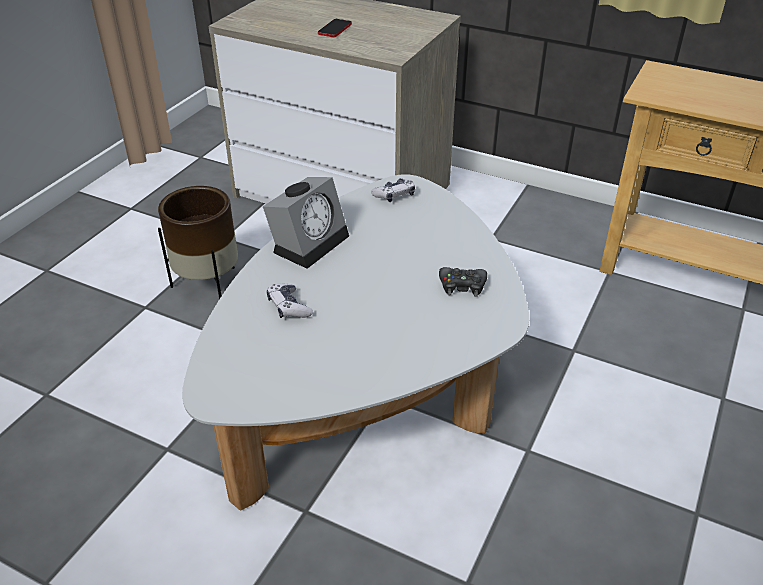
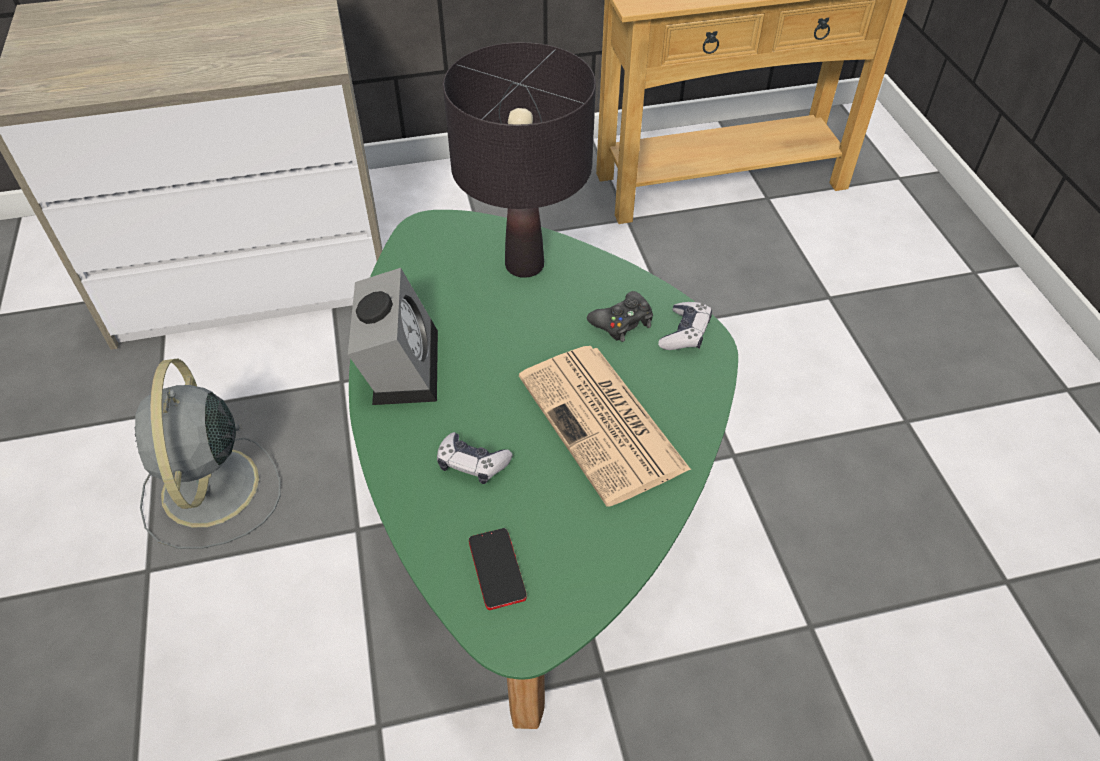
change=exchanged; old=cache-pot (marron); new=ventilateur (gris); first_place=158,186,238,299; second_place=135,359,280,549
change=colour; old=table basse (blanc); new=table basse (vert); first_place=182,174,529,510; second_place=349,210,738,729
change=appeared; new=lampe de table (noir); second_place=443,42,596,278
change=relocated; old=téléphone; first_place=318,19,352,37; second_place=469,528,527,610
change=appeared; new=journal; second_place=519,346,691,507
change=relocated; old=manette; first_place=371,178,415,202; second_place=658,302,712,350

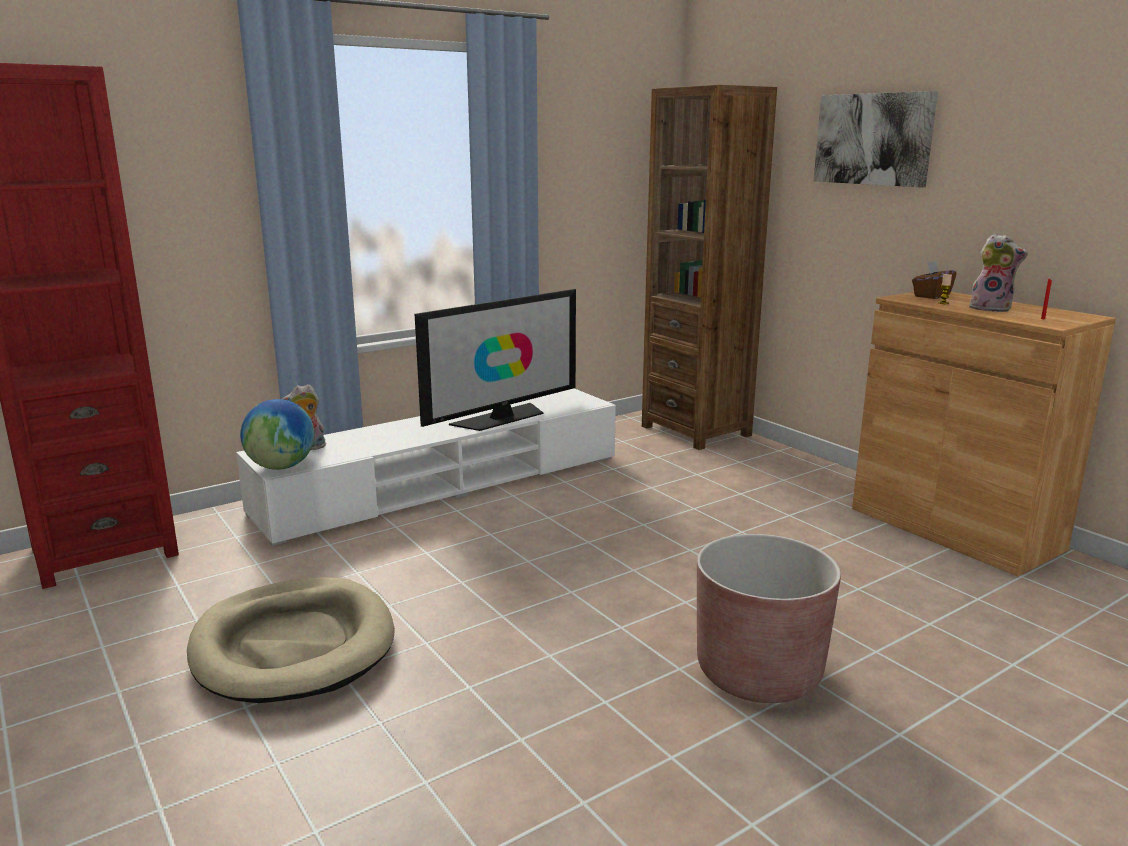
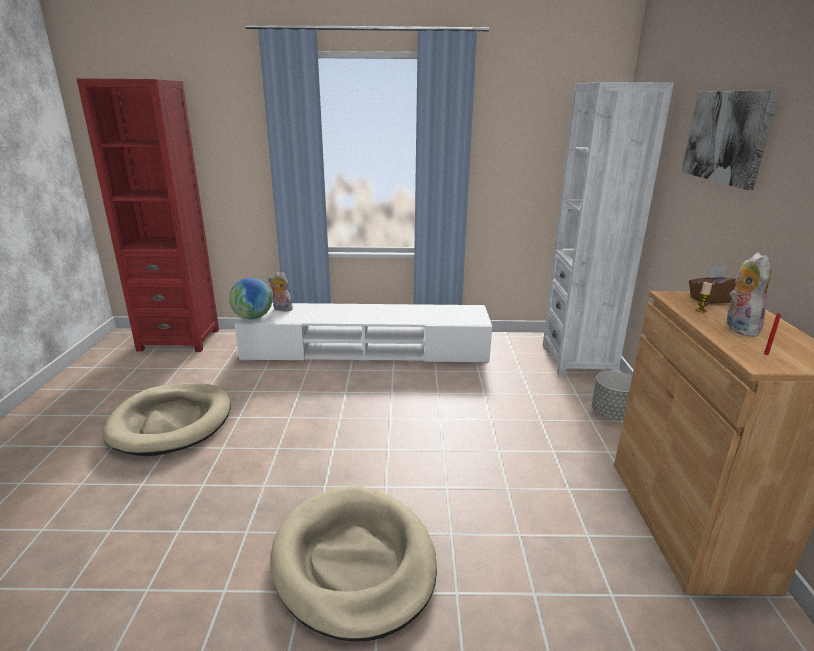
change=exchanged; old=cache-pot (marron); new=panier pour chien (beige); first_place=697,534,841,703; second_place=270,486,437,642
change=colour; old=bibliothèque (marron); new=bibliothèque (blanc); first_place=642,85,777,450; second_place=543,82,674,376
change=appeared; new=cache-pot (gris); second_place=592,371,632,420
change=spun; old=peluche; first_place=969,233,1028,312; second_place=726,252,771,337; degrees=-150
change=missing; old=téléviseur; first_place=415,289,576,431

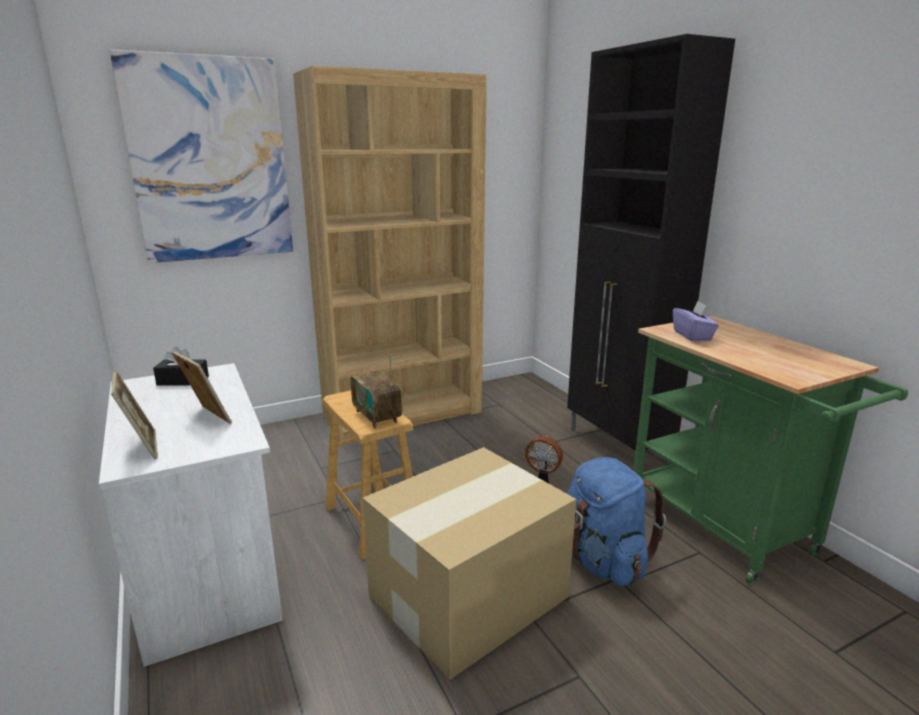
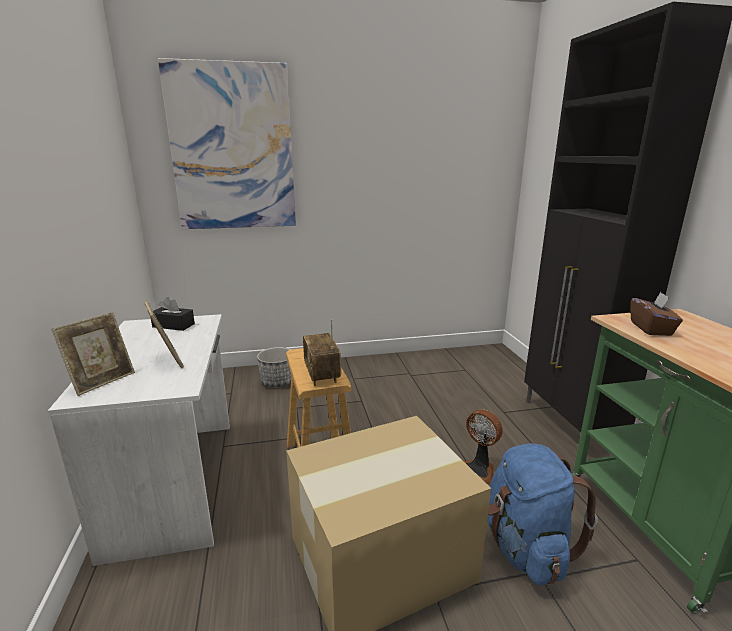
change=spun; old=cadre photo; first_place=111,370,158,459; second_place=51,312,135,396; degrees=45
change=appeared; new=cache-pot; second_place=257,347,291,387
change=colour; old=boîte à mouchoirs (violet); new=boîte à mouchoirs (marron); first_place=673,301,719,341; second_place=630,292,683,336
change=missing; old=bibliothèque (marron); first_place=293,66,486,441

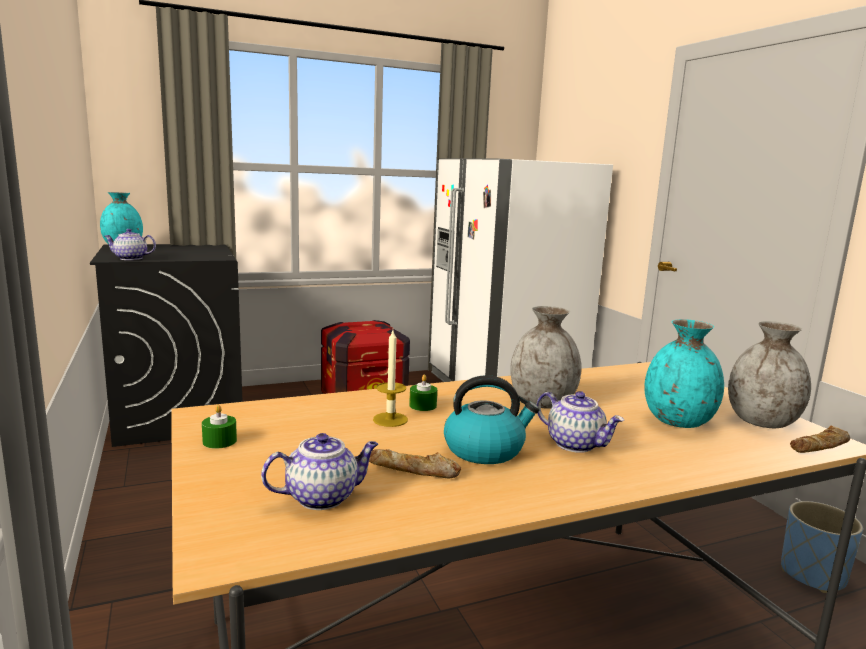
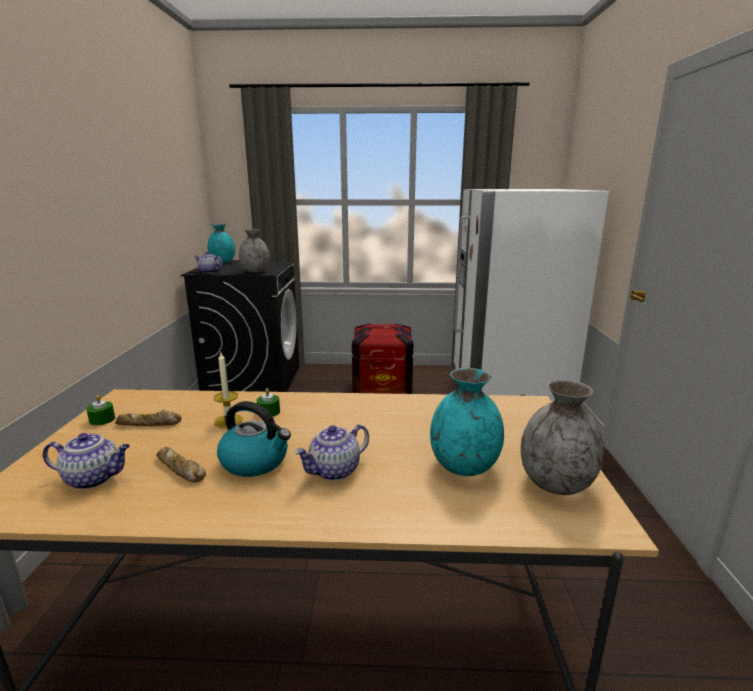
change=relocated; old=pain; first_place=790,425,850,453; second_place=115,410,181,426
change=relocated; old=vase (gris); first_place=510,306,581,409; second_place=239,229,270,273
change=spun; old=théière; first_place=537,391,624,453; second_place=294,424,369,481; degrees=75
change=missing; old=cache-pot (bleu); first_place=781,501,863,593

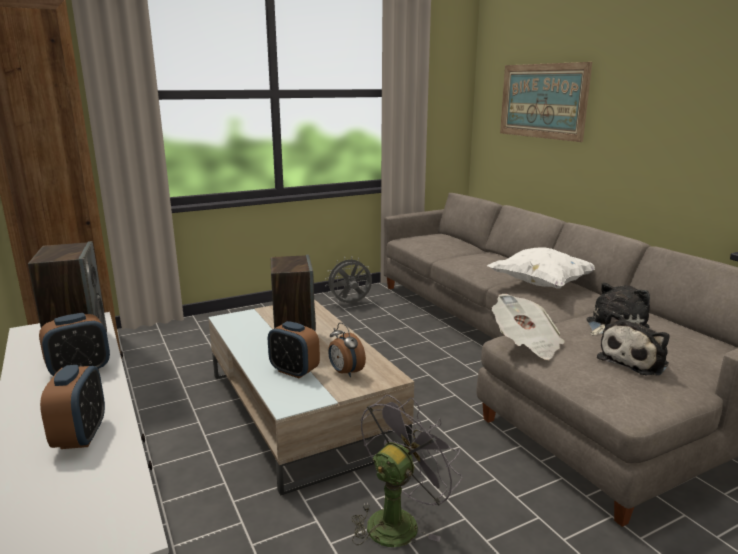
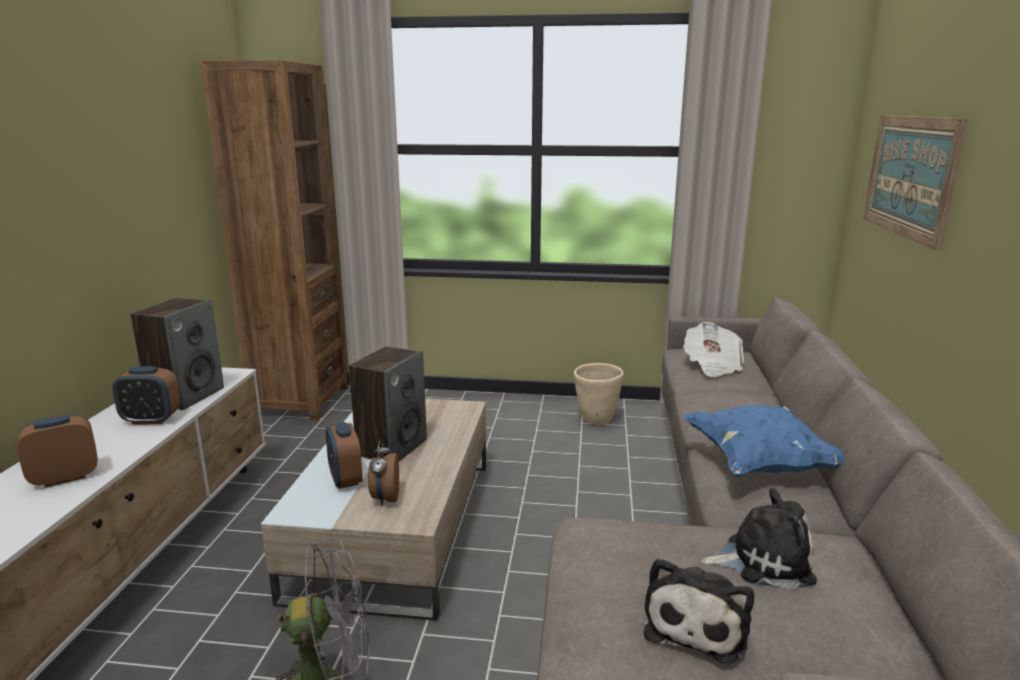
change=spun; old=réveil; first_place=40,365,105,449; second_place=17,415,98,488; degrees=-150
change=exchanged; old=ventilateur (gris); new=cache-pot (beige); first_place=325,256,372,303; second_place=574,363,624,424
change=spun; old=peluche; first_place=597,311,670,376; second_place=644,558,754,663; degrees=-60
change=relocated; old=journal; first_place=492,294,565,360; second_place=683,322,744,377
change=colour; old=coussin (blanc); new=coussin (bleu); first_place=487,247,595,289; second_place=683,405,844,477

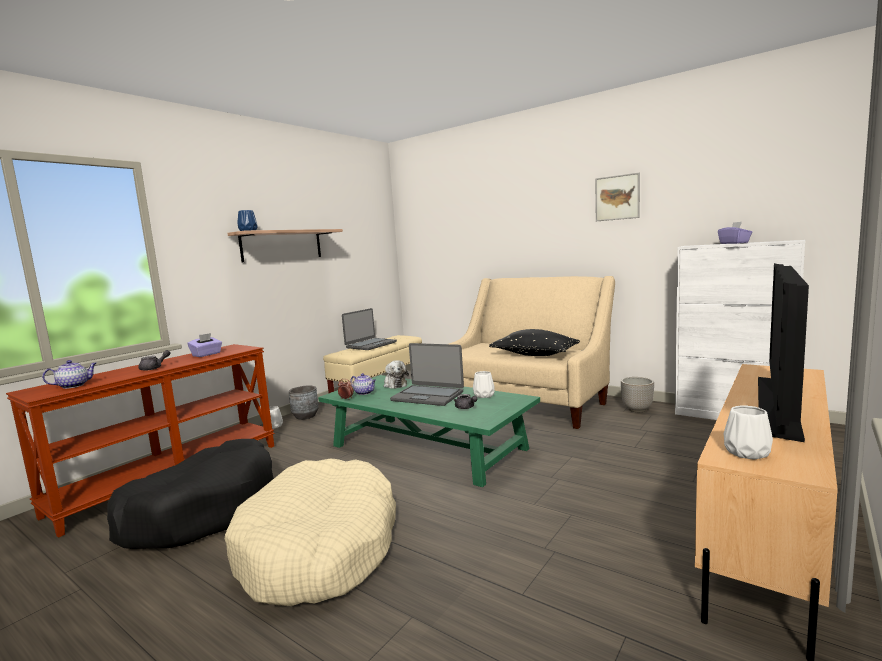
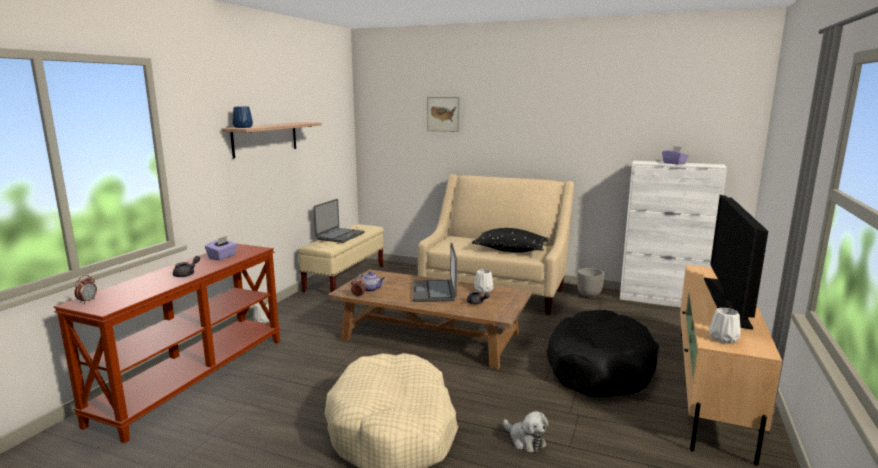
change=appeared; new=réveil; second_place=74,275,97,304
change=colour; old=table basse (vert); new=table basse (marron); first_place=318,375,540,487; second_place=328,269,532,369
change=spun; old=ordinateur portable; first_place=390,343,464,406; second_place=412,243,457,302; degrees=75
change=relocated; old=tableau; first_place=595,173,640,221; second_place=427,97,459,132
change=relocated; old=peluche; first_place=384,360,409,389; second_place=503,411,549,452
change=relocated; old=panier pour chien (noir); first_place=107,439,274,549; second_place=546,310,659,397
change=missing; old=théière; first_place=42,360,96,389
change=missing; old=cache-pot (gris); first_place=289,385,319,420

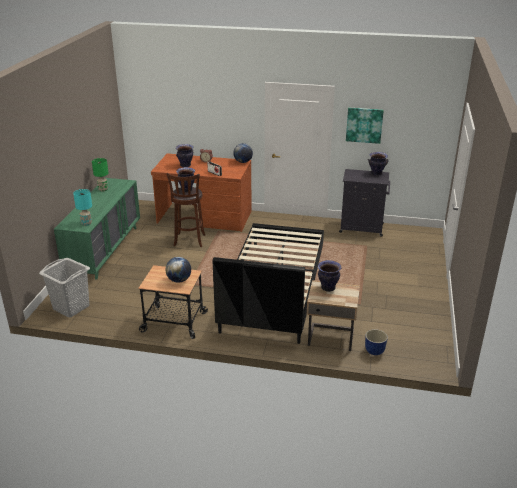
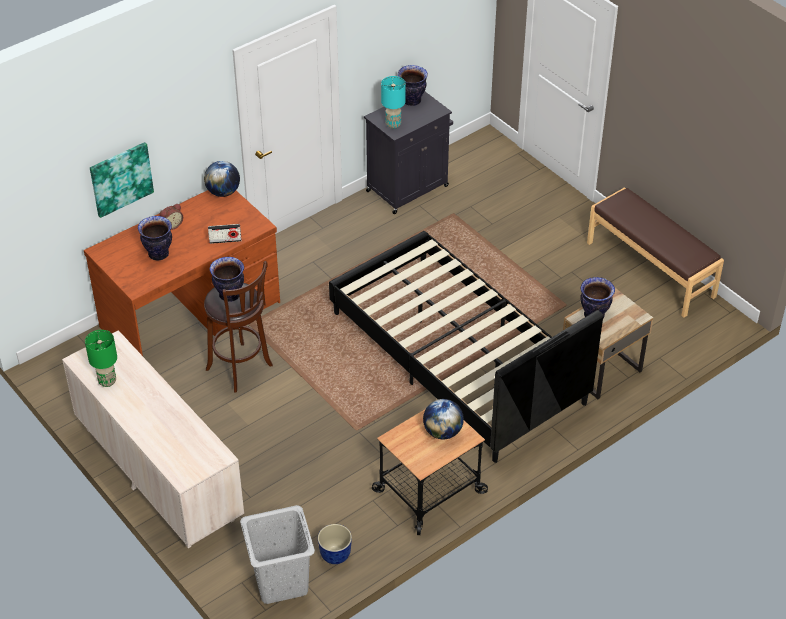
change=colour; old=commode (vert); new=commode (beige); first_place=54,178,140,280; second_place=62,330,244,549
change=relocated; old=tableau; first_place=346,108,384,144; second_place=90,142,154,218
change=relocated; old=cache-pot; first_place=365,329,388,355; second_place=318,524,352,564
change=relocated; old=lampe de table (turquoise); first_place=73,189,92,226; second_place=381,76,406,129
change=appeared; new=banc (marron); second_place=587,187,724,318

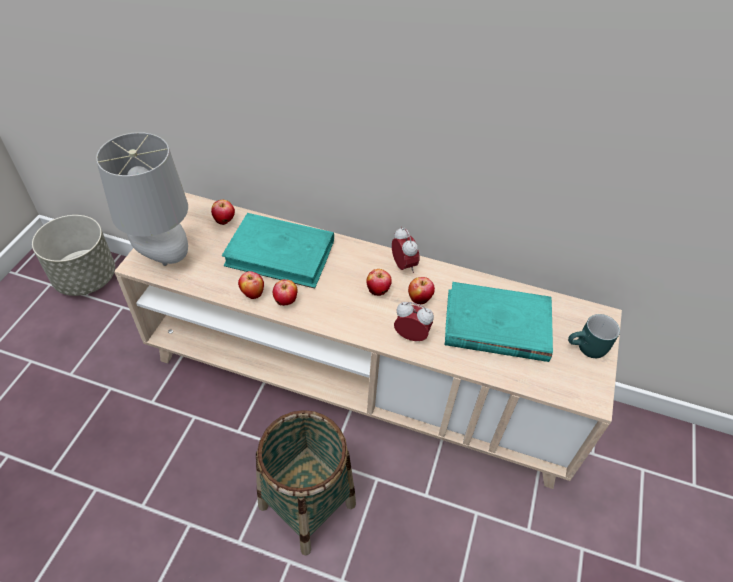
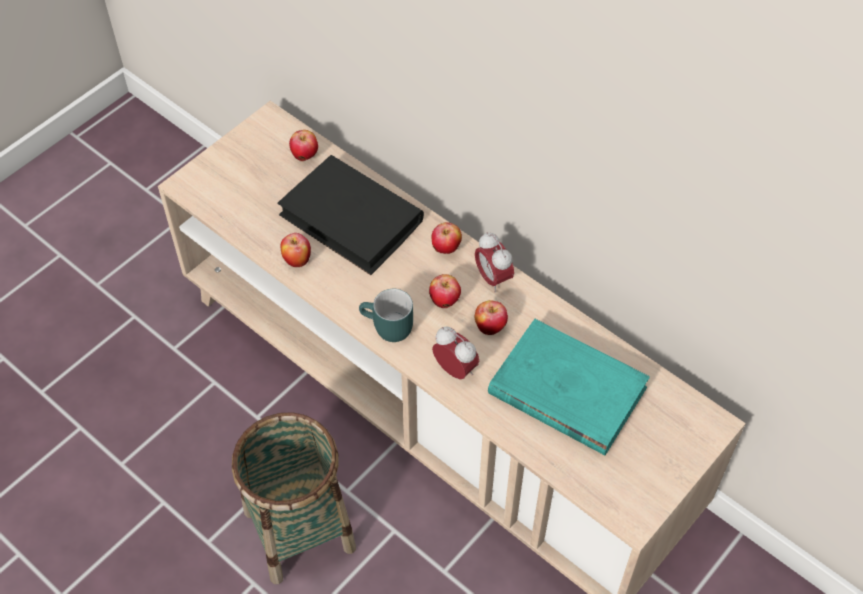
change=colour; old=livre (turquoise); new=livre (noir); first_place=222,213,334,289; second_place=277,155,424,275
change=relocated; old=mug (turquoise); first_place=568,314,620,358; second_place=359,289,413,342
change=relocated; old=pomme; first_place=273,279,298,306; second_place=432,222,462,254
change=spun; old=réveil; first_place=392,227,419,273; second_place=475,232,514,293; degrees=150
change=missing; old=cache-pot (gris); first_place=32,215,115,296
change=missing; old=lampe de table (gris); first_place=96,132,188,266

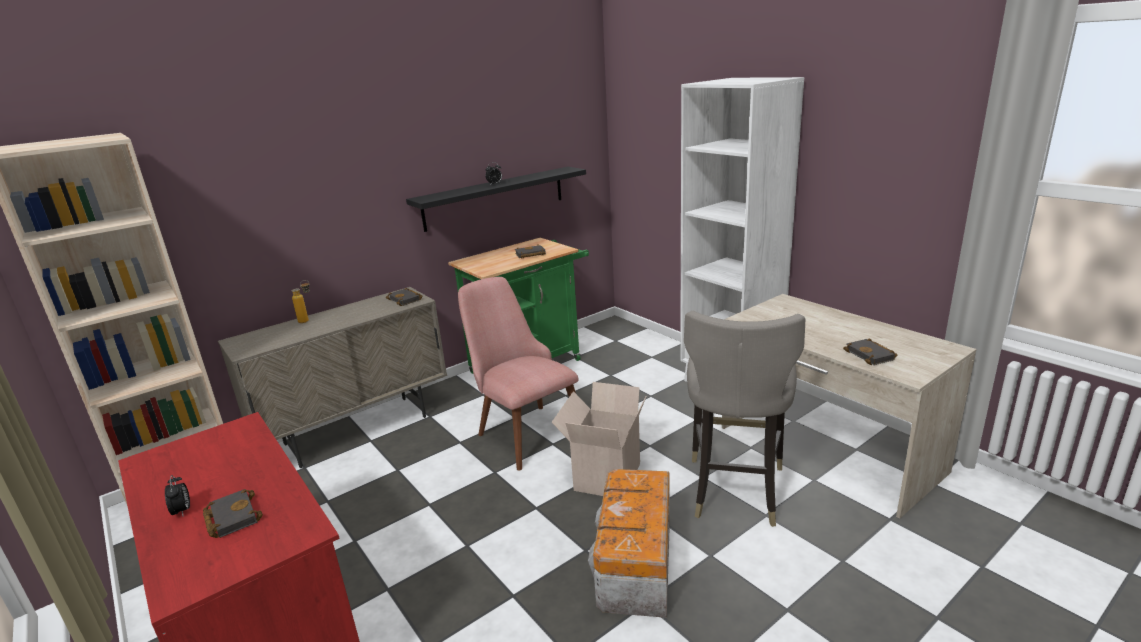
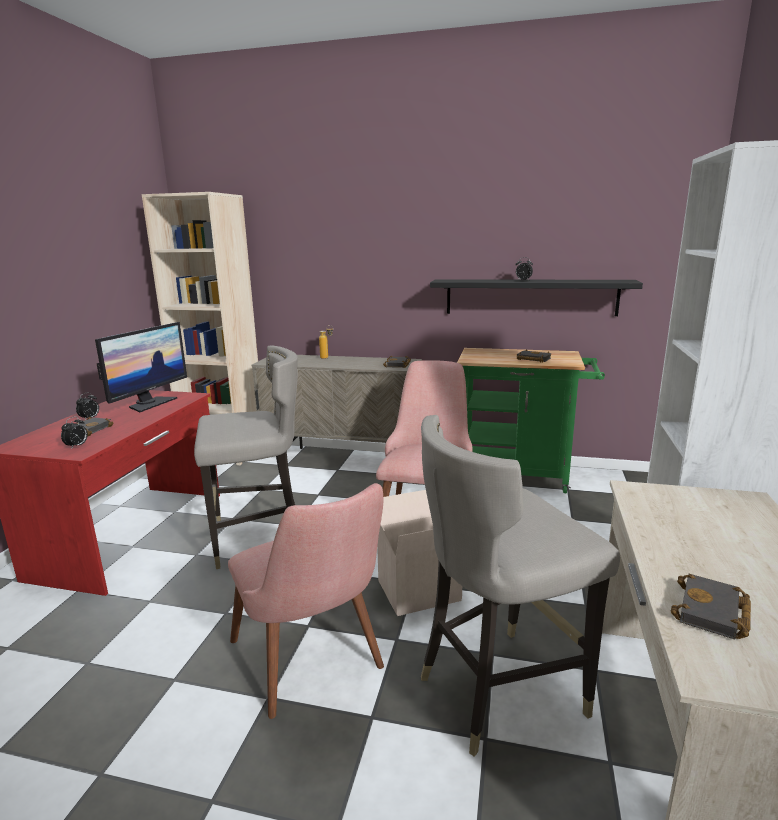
change=appeared; new=réveil; second_place=61,416,88,448
change=appeared; new=écran d'ordinateur; second_place=95,322,187,412
change=appeared; new=tabouret (gris); second_place=194,345,298,569
change=exchanged; old=boîte de rangement; new=chaise (rose); first_place=588,469,670,618; second_place=228,483,384,719

